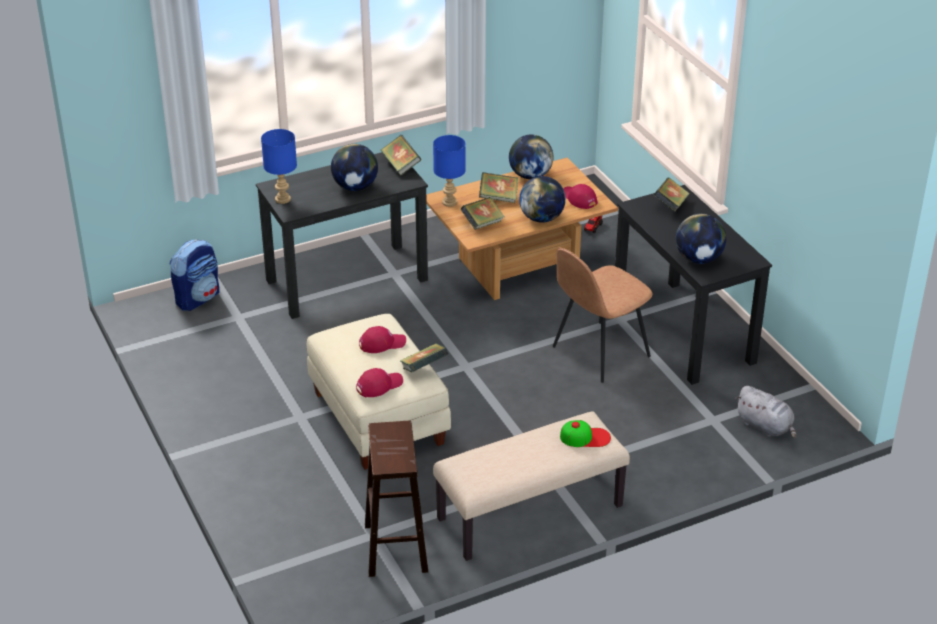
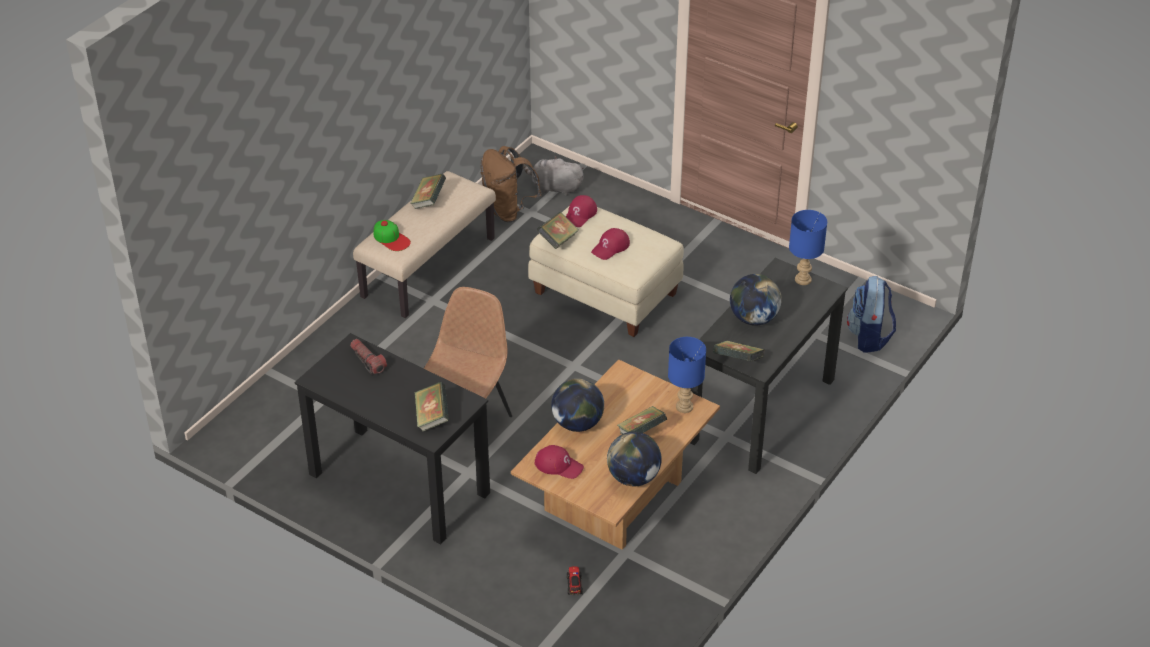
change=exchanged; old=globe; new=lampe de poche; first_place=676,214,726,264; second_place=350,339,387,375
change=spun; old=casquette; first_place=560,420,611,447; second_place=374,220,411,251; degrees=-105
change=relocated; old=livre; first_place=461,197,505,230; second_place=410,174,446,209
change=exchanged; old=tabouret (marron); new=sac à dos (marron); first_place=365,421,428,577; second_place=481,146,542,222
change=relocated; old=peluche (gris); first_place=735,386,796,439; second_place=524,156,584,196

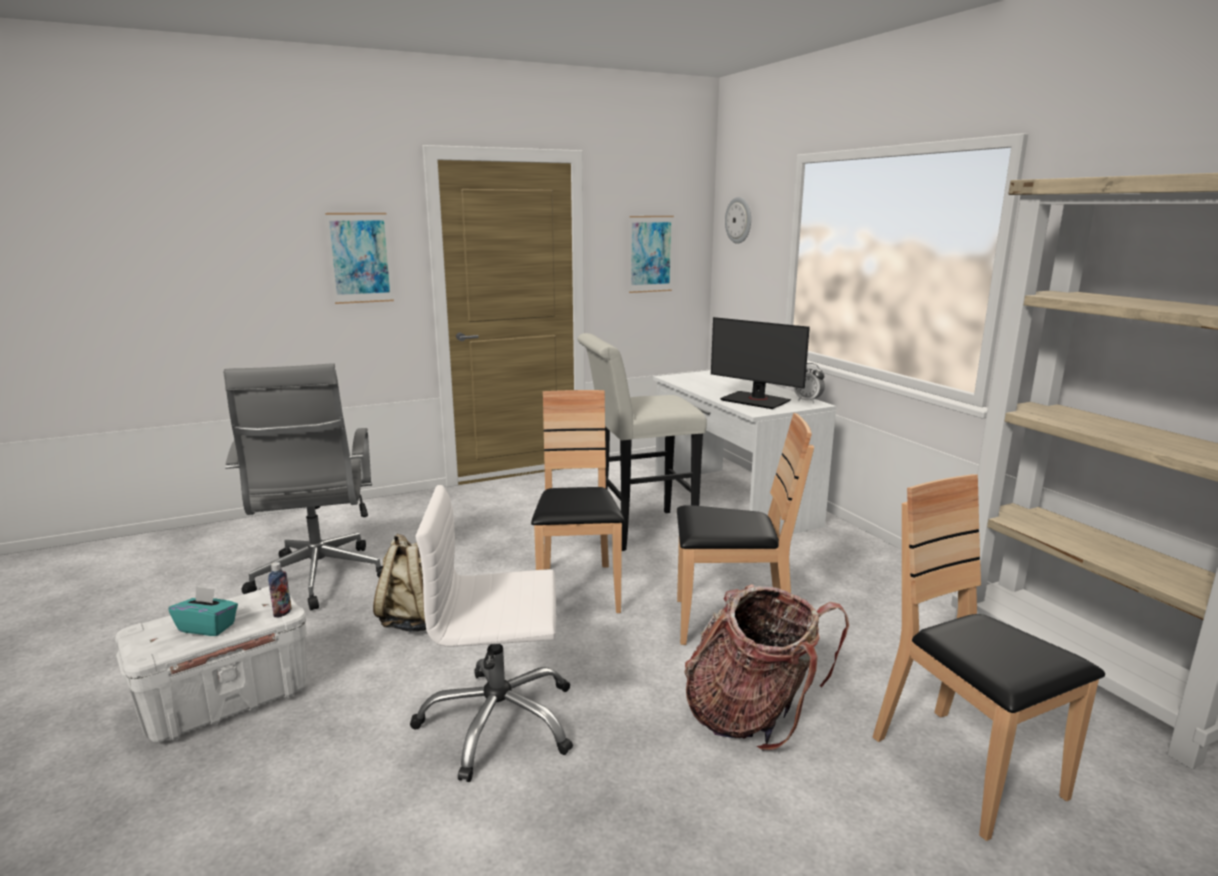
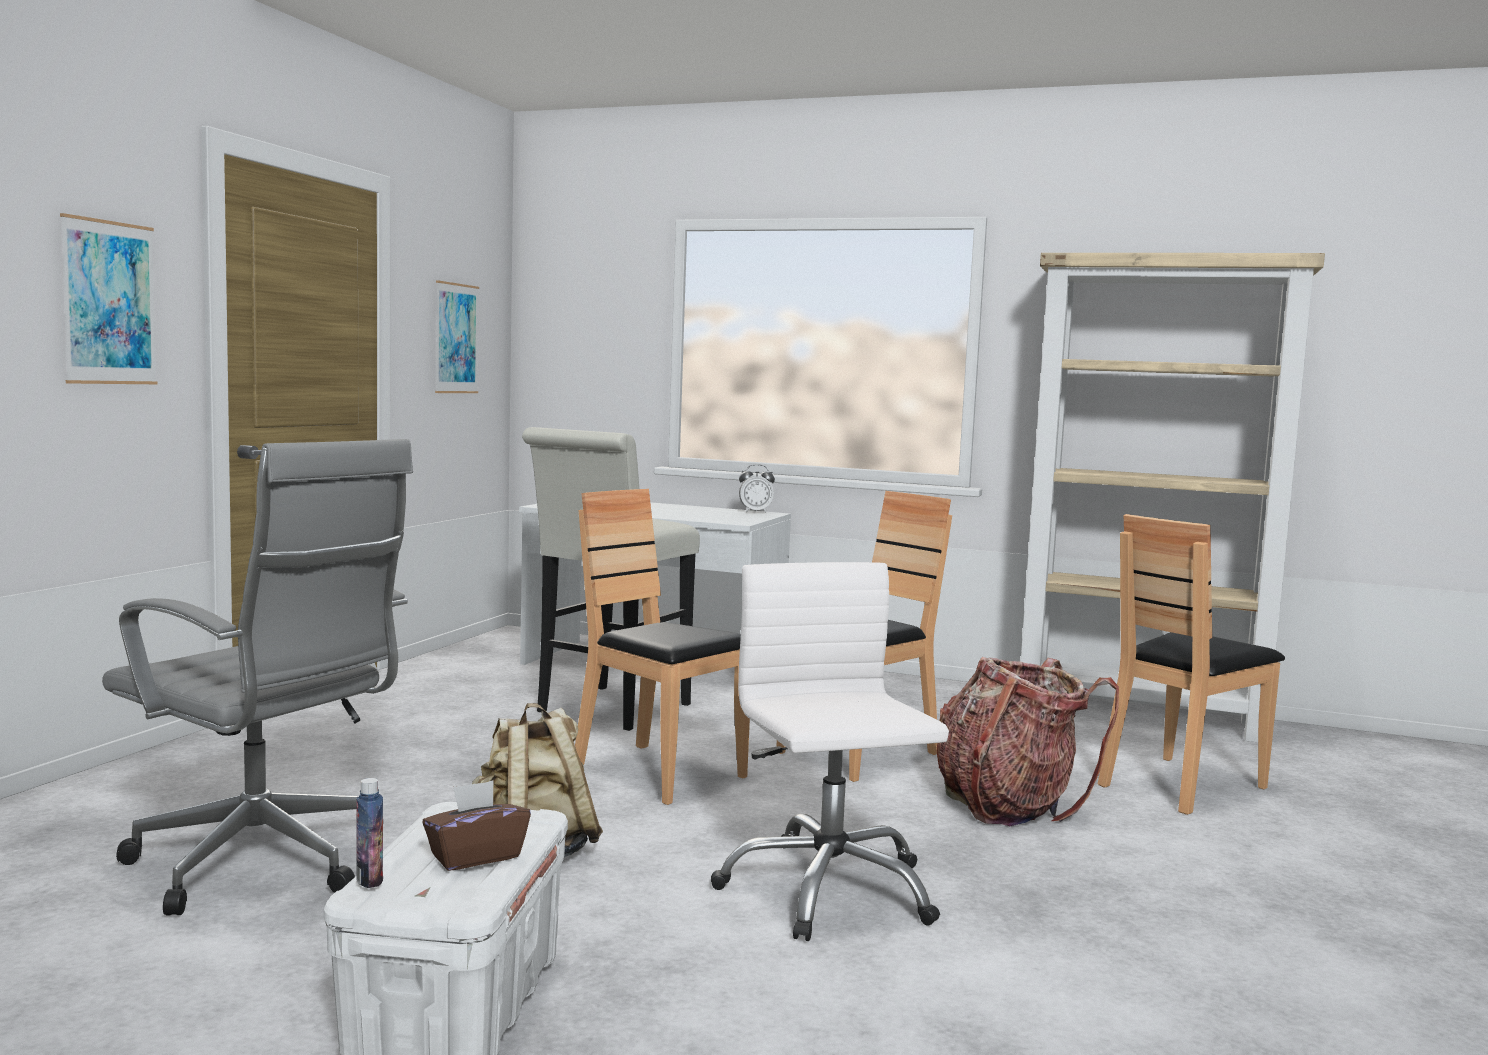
change=relocated; old=bouteille; first_place=268,562,292,618; second_place=356,778,383,888
change=colour; old=boîte à mouchoirs (turquoise); new=boîte à mouchoirs (marron); first_place=168,586,238,636; second_place=422,781,531,871
change=spun; old=chaise de bureau (blanc); first_place=410,485,573,782; second_place=711,562,949,941; degrees=120
change=spun; old=chaise (marron); first_place=873,474,1105,841; second_place=1098,514,1285,815; degrees=-60
change=missing; old=écran d'ordinateur; first_place=711,317,810,409
change=missing; old=horloge murale; first_place=725,197,751,244

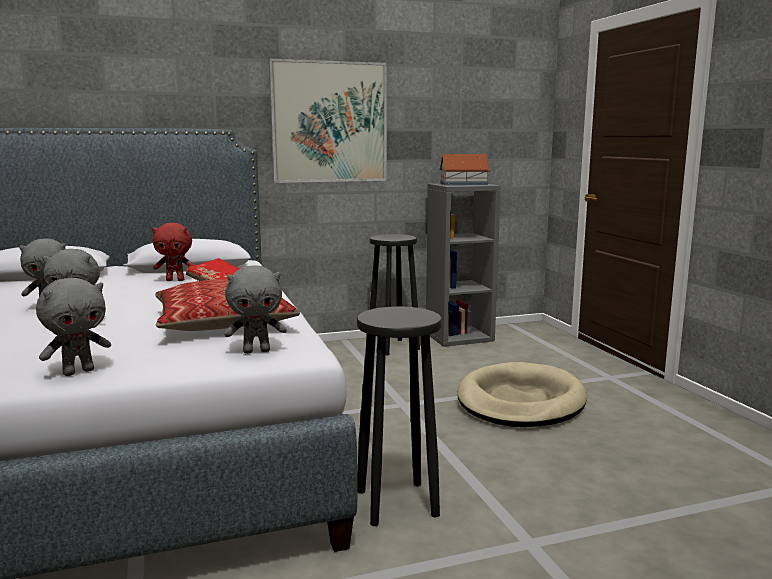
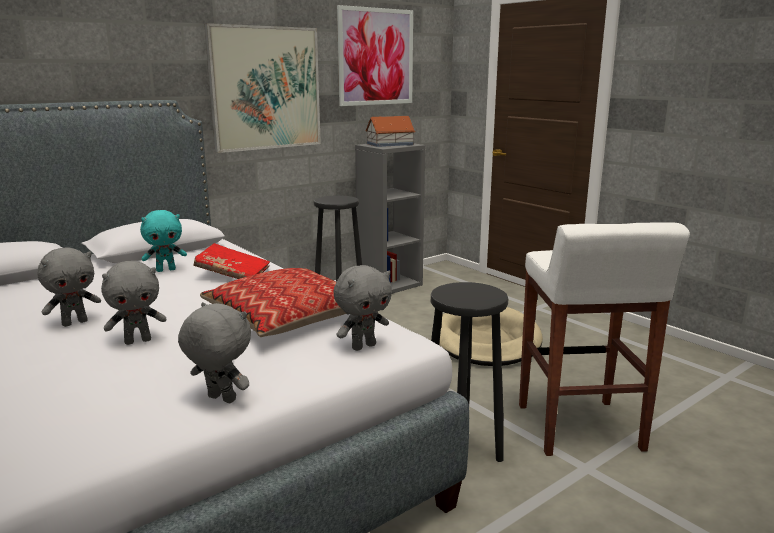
change=colour; old=peluche (rouge); new=peluche (turquoise); first_place=152,223,194,281; second_place=140,210,187,272
change=spun; old=peluche (gris); first_place=36,278,111,376; second_place=178,302,251,403; degrees=-90
change=appeared; new=tableau; second_place=337,5,413,106
change=appeared; new=tabouret (blanc); second_place=519,222,690,456

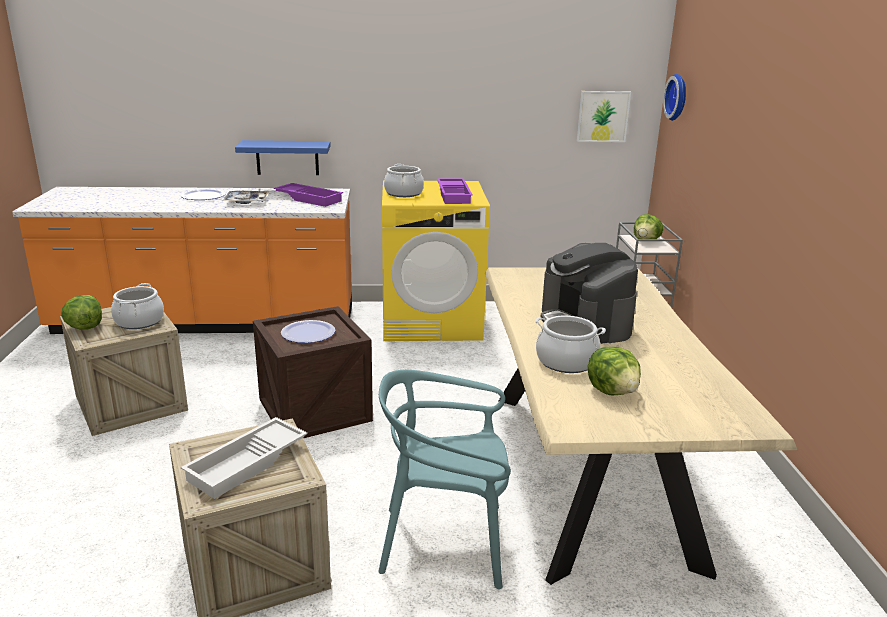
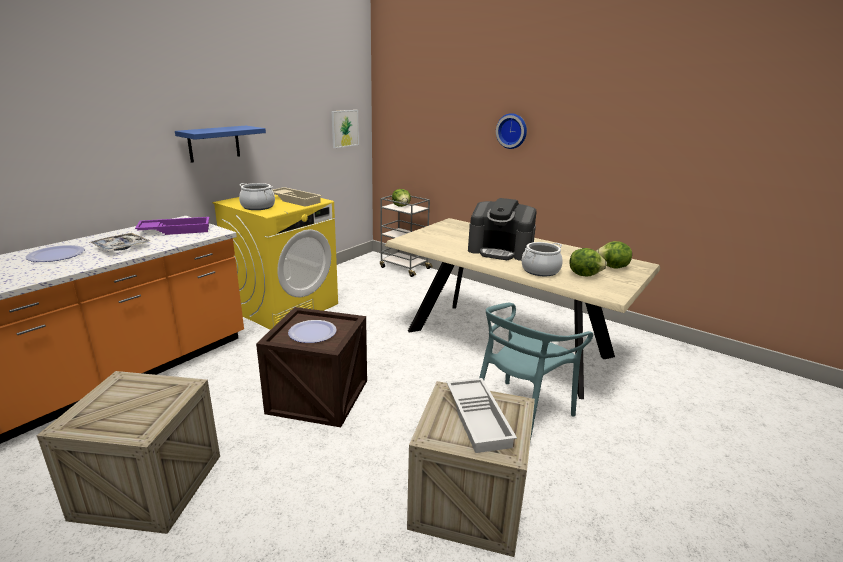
change=relocated; old=étagère (bleu); first_place=235,140,331,175; second_place=175,126,266,163
change=colour; old=plateau (violet); new=plateau (beige); first_place=437,179,473,204; second_place=272,187,322,207
change=relocated; old=horloge murale; first_place=663,74,686,121; second_place=496,113,527,149
change=relocated; old=laitue; first_place=61,295,102,330; second_place=597,241,632,269
change=missing; old=marmite; first_place=111,283,164,329

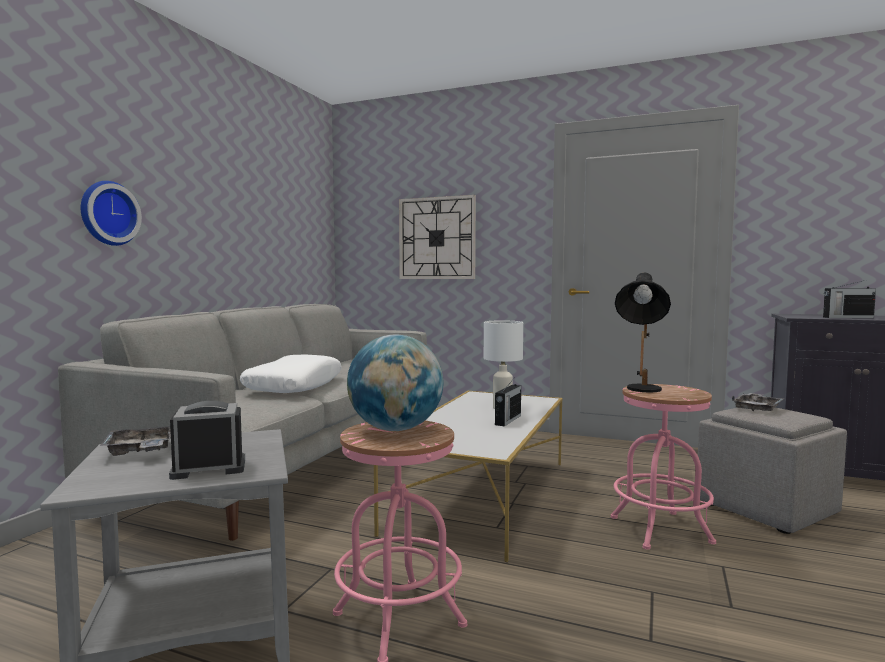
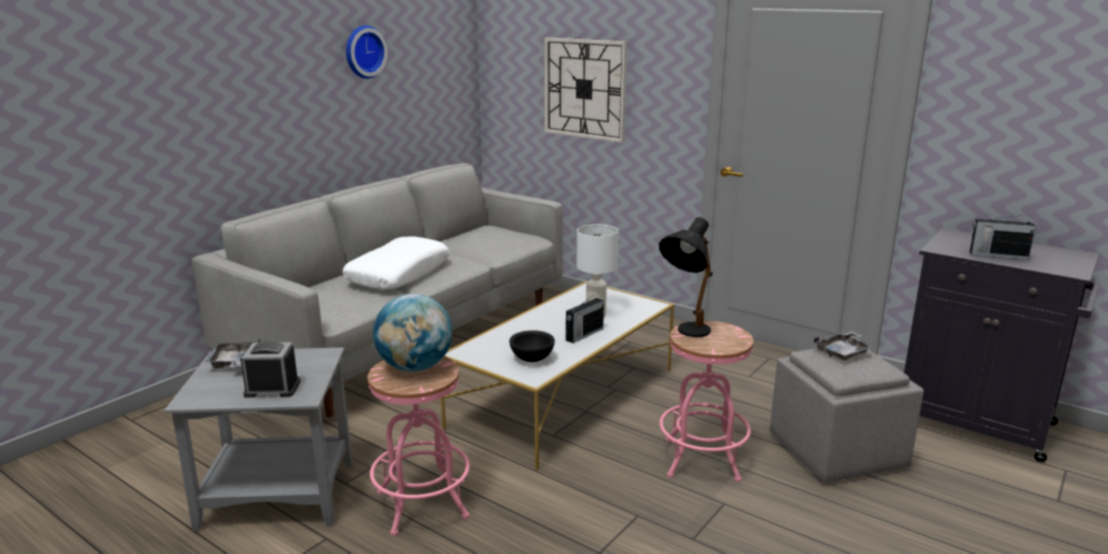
change=relocated; old=horloge murale; first_place=81,181,142,246; second_place=346,25,388,79
change=appeared; new=bol (noir); second_place=509,330,555,362

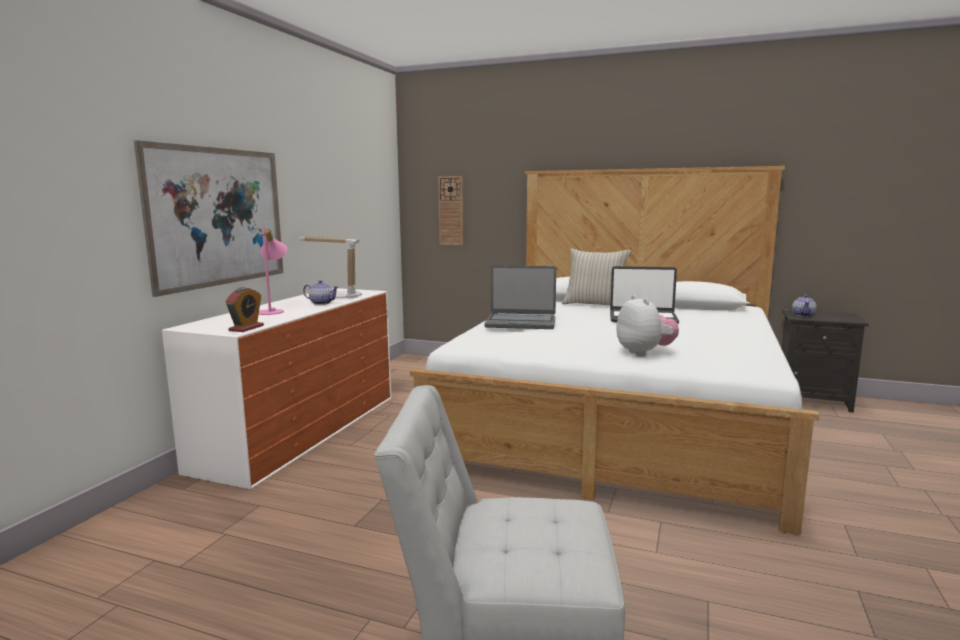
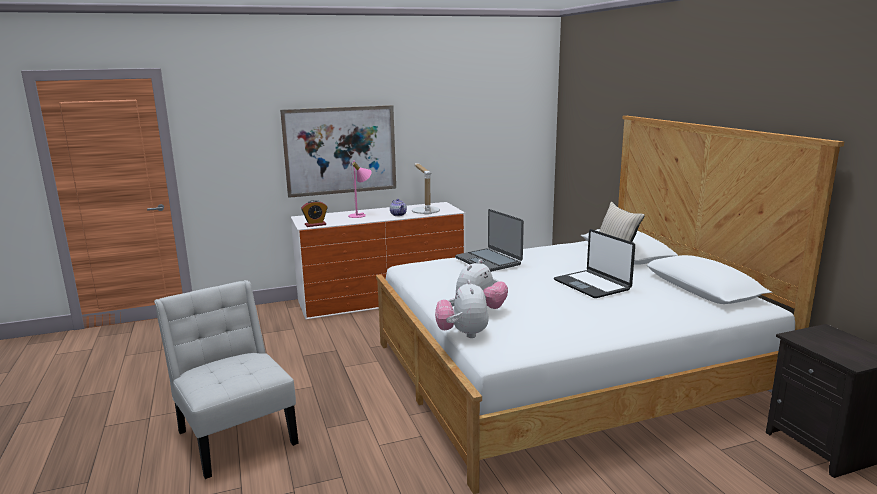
change=appeared; new=peluche; second_place=435,280,489,338
change=missing; old=horloge murale; first_place=438,176,463,245
change=missing; old=théière; first_place=792,295,817,317

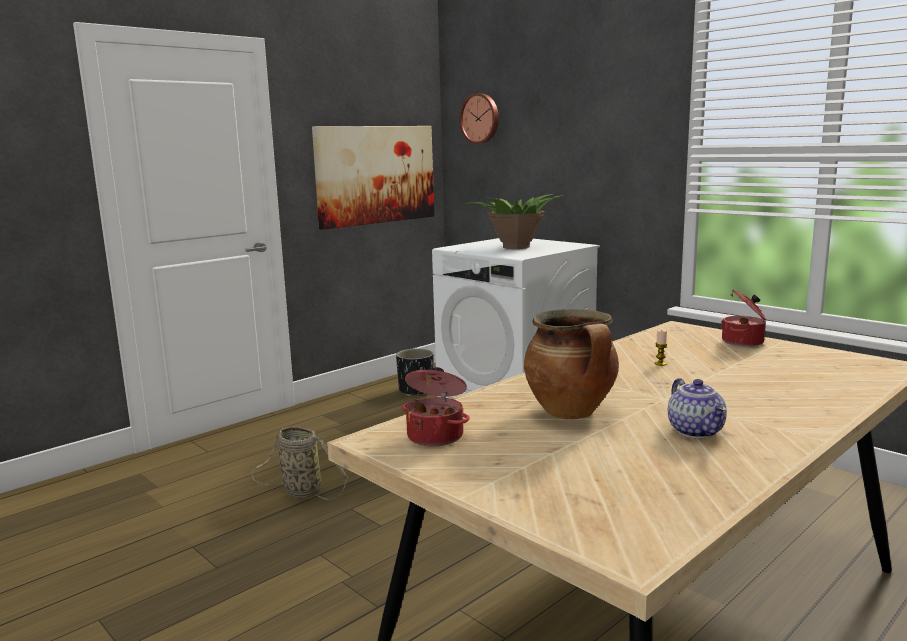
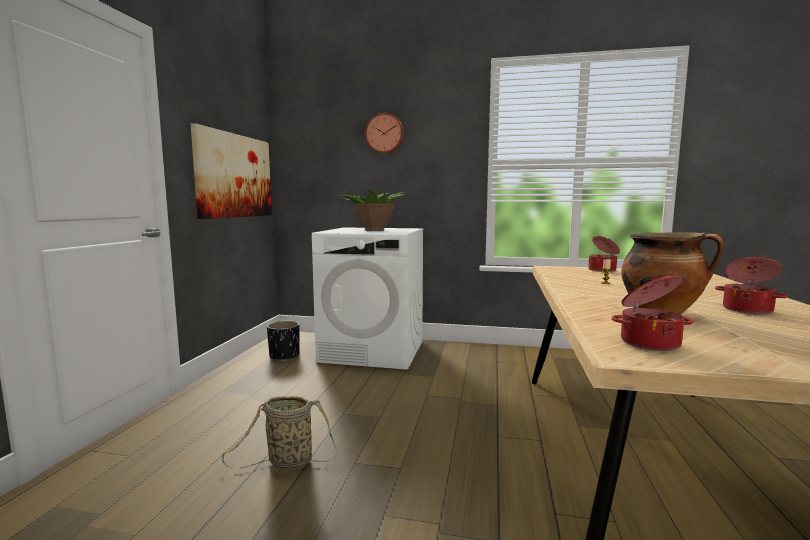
change=relocated; old=horloge murale; first_place=460,93,499,144; second_place=365,113,404,154
change=exchanged; old=théière; new=marmite; first_place=668,378,727,439; second_place=715,257,788,314

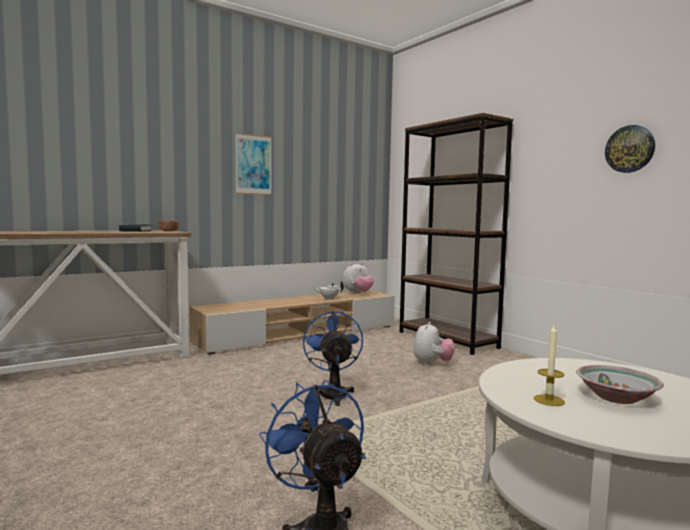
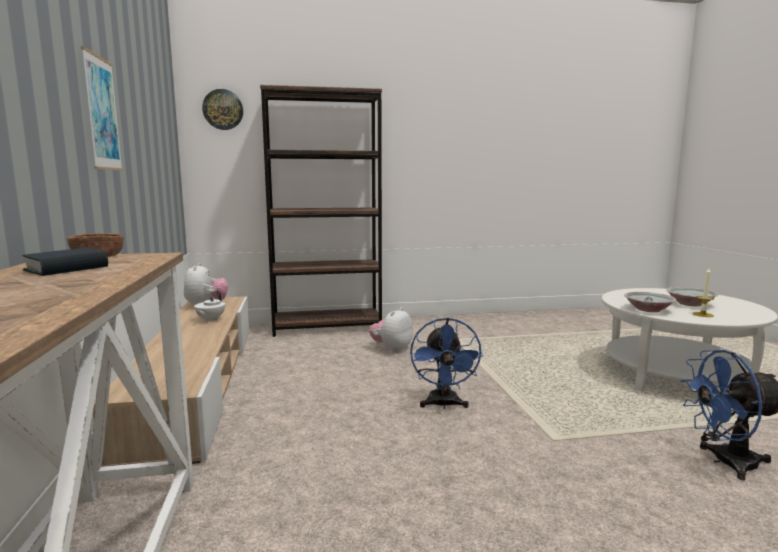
change=relocated; old=horloge murale; first_place=605,125,655,173; second_place=202,89,243,130
change=spun; old=peluche; first_place=413,322,455,365; second_place=369,307,413,352; degrees=-105
change=spun; old=ventilateur (bleu); first_place=303,311,363,406; second_place=410,318,483,409; degrees=-105
change=appeared; new=bol; second_place=624,292,677,312

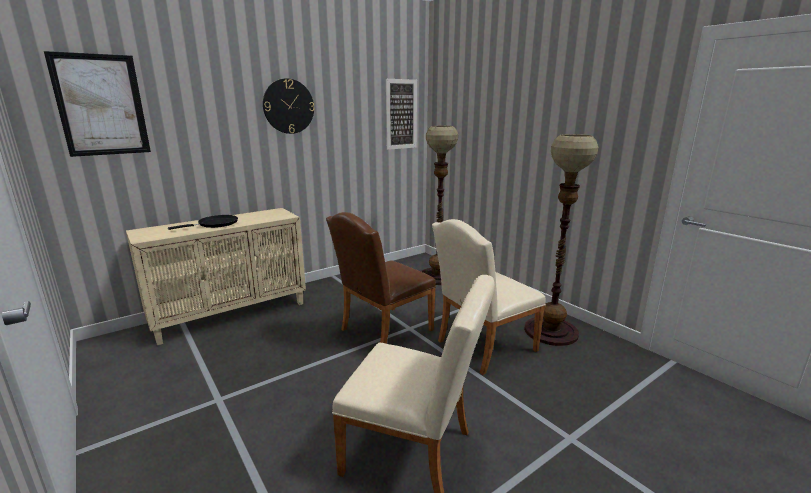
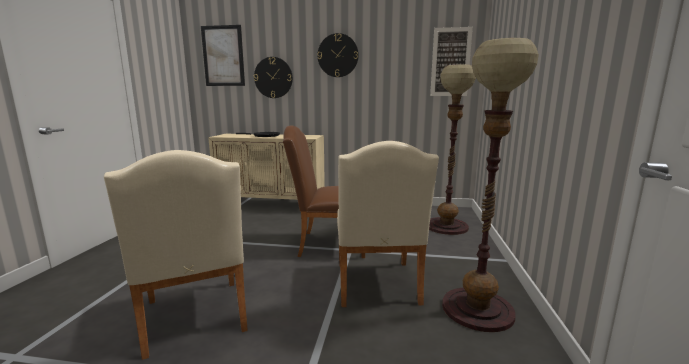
change=appeared; new=horloge murale; second_place=254,57,293,98
change=spun; old=chaise (beige); first_place=432,219,546,375; second_place=337,141,439,307; degrees=-105

